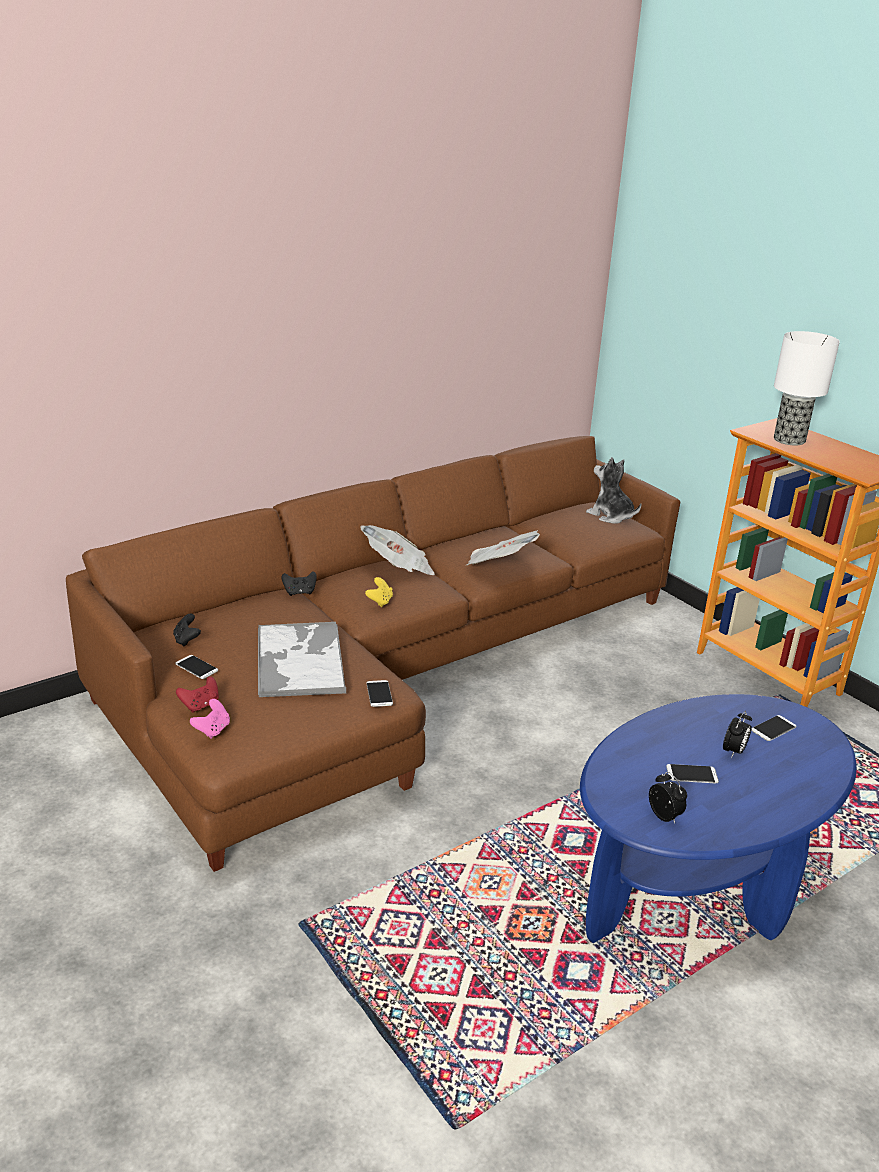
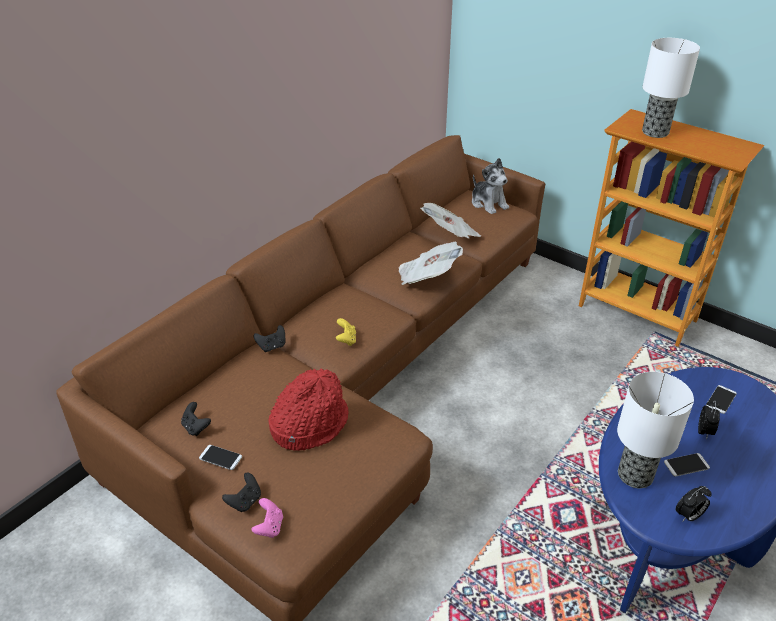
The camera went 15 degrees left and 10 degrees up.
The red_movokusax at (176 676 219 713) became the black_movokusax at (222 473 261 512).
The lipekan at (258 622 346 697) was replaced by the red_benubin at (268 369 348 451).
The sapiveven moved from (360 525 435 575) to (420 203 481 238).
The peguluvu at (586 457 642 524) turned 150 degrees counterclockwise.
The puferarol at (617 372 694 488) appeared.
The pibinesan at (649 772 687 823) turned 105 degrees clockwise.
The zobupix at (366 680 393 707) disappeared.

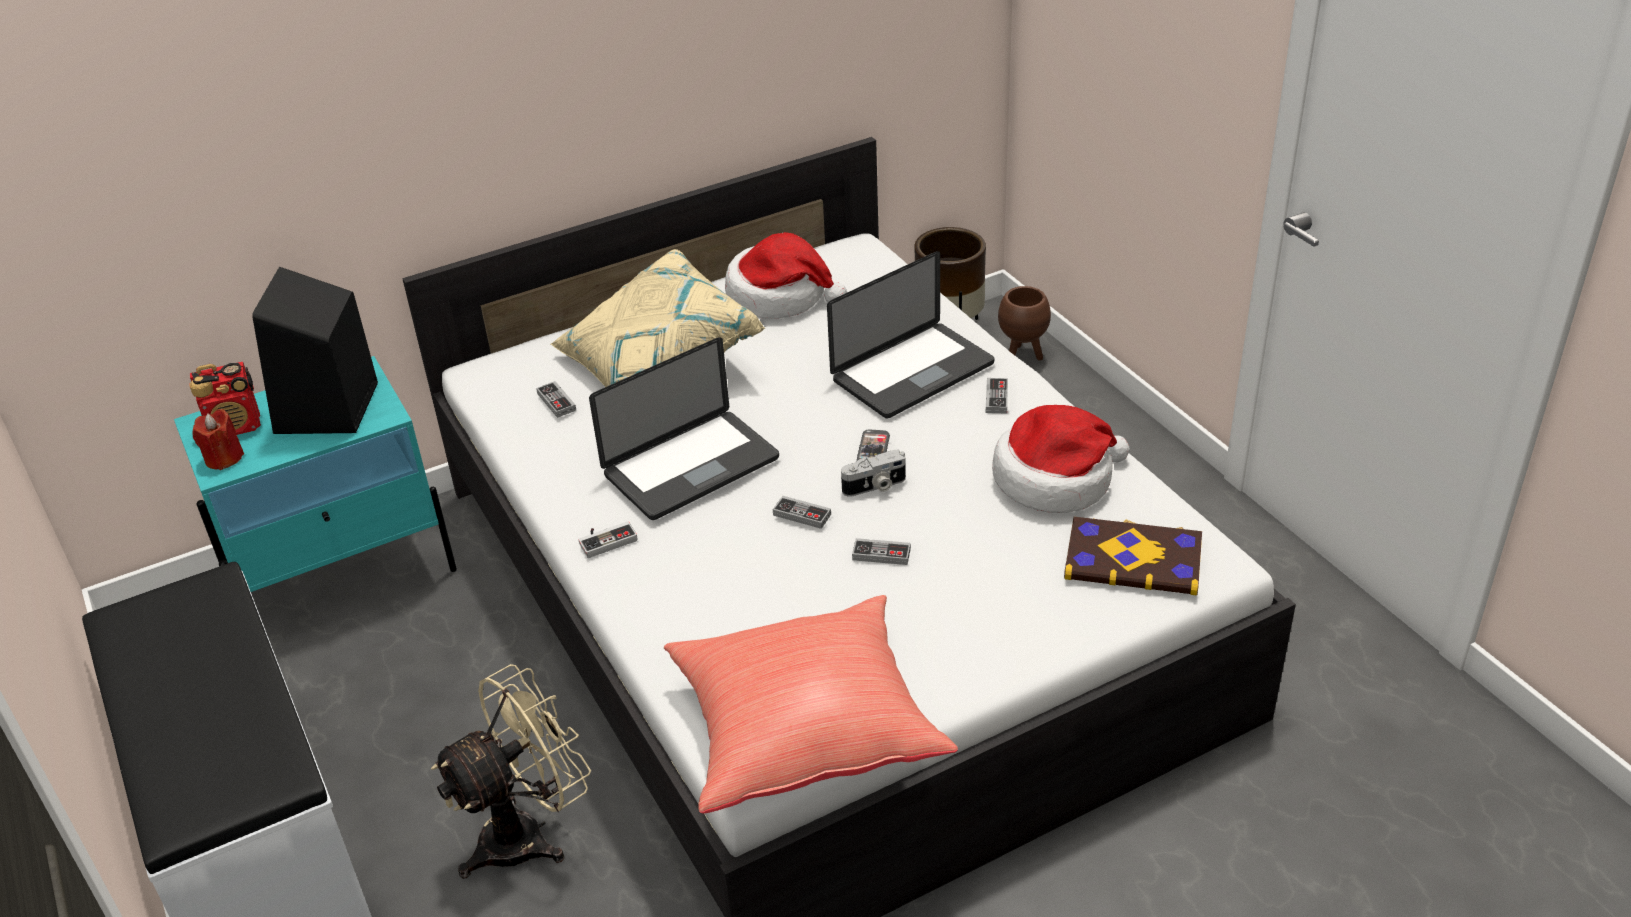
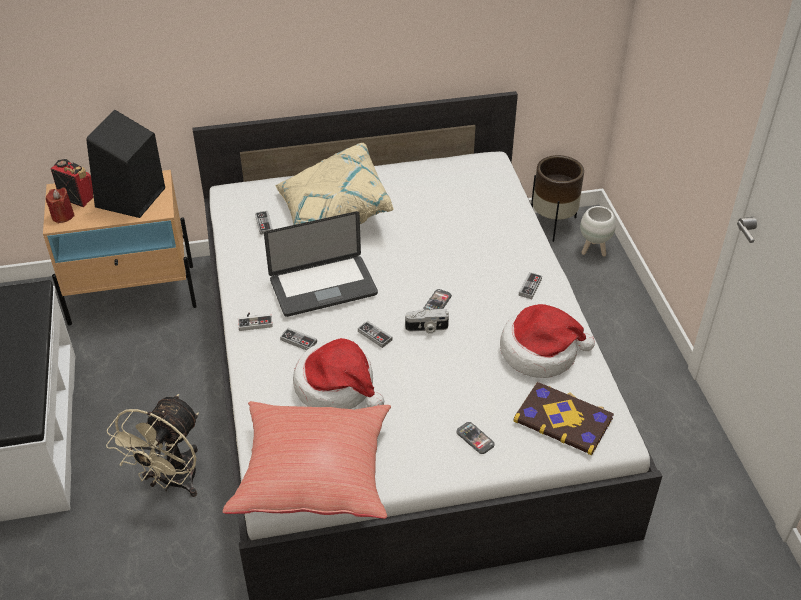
The camera went 15 degrees right and 5 degrees up.
The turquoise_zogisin at (174 356 457 592) became the beige_zogisin at (43 170 197 326).
The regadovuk at (189 362 261 435) turned 150 degrees counterclockwise.
The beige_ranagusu at (431 664 591 879) turned 135 degrees clockwise.
The movokusax moved from (852 538 911 565) to (280 328 317 350).
The benubin moved from (725 232 847 319) to (293 338 384 409).
The zobupix at (456 422 495 454) appeared.
The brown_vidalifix at (998 286 1051 361) became the white_vidalifix at (580 206 616 257).
The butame at (827 251 994 418) disappeared.

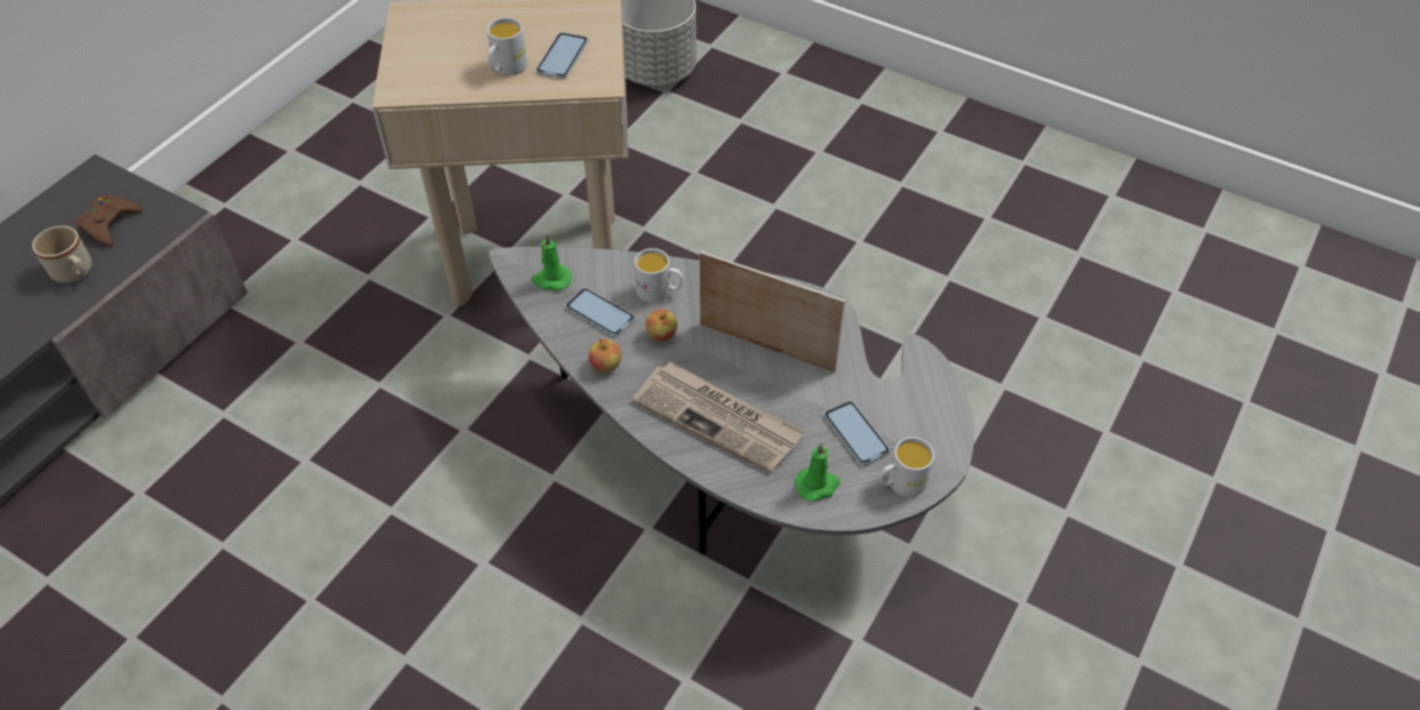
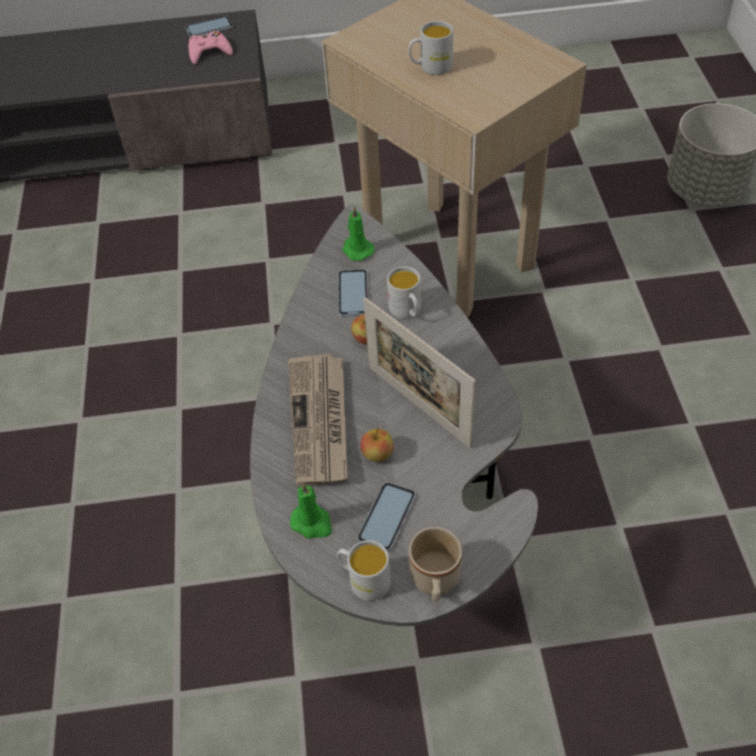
The camera went 55 degrees right and 0 degrees up.
The zobupix moved from (536 33 588 79) to (185 16 233 38).
The brown_movokusax at (76 196 142 246) became the pink_movokusax at (189 31 233 64).
The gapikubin moved from (589 339 622 372) to (360 428 394 462).
The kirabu at (699 251 845 373) turned 150 degrees clockwise.
The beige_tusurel moved from (32 226 92 283) to (409 527 462 602).

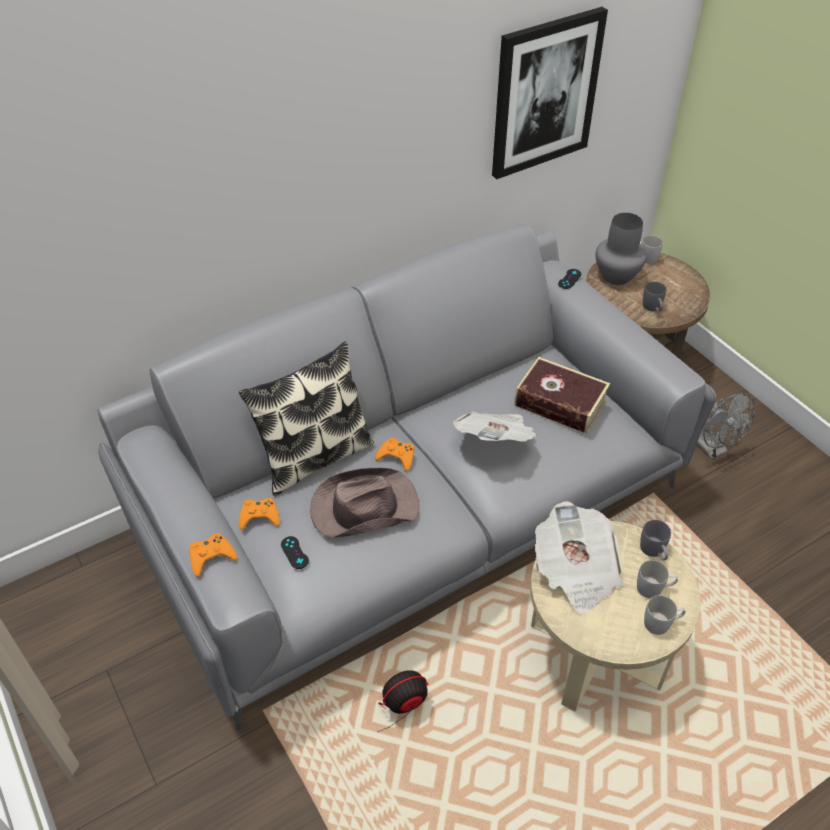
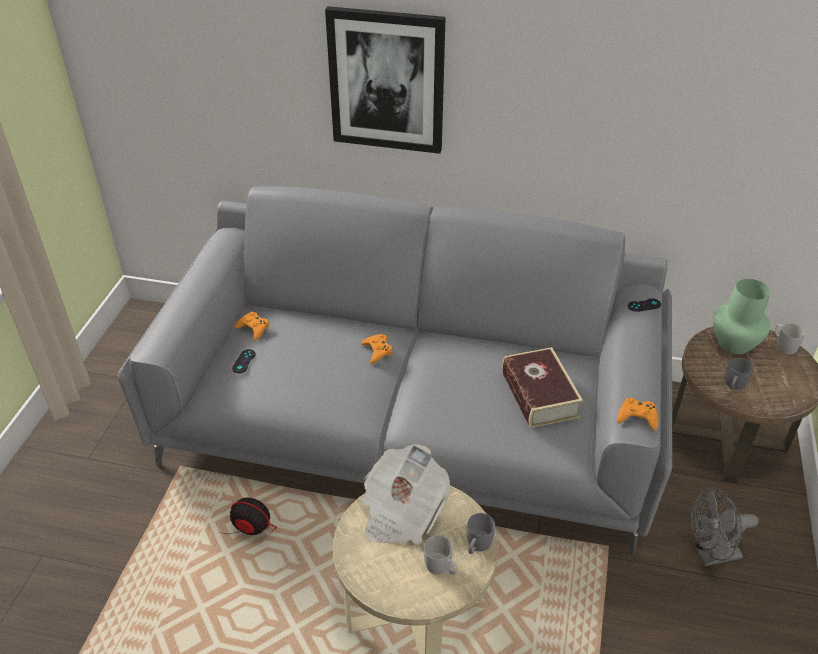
The camera went 45 degrees right and 5 degrees down.
The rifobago moved from (492 7 608 179) to (325 6 446 154).
The orange_movokusax moved from (190 533 237 577) to (617 398 658 431).
The grey_ranagusu at (697 393 755 460) turned 60 degrees clockwise.
The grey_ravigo at (596 213 647 285) became the green_ravigo at (713 279 770 354).
The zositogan at (239 341 374 496) disappeared.
The brown_benubin at (310 468 419 537) disappeared.
The sapiveven at (453 412 537 442) disappeared.
The white_tusurel at (644 595 685 635) disappeared.

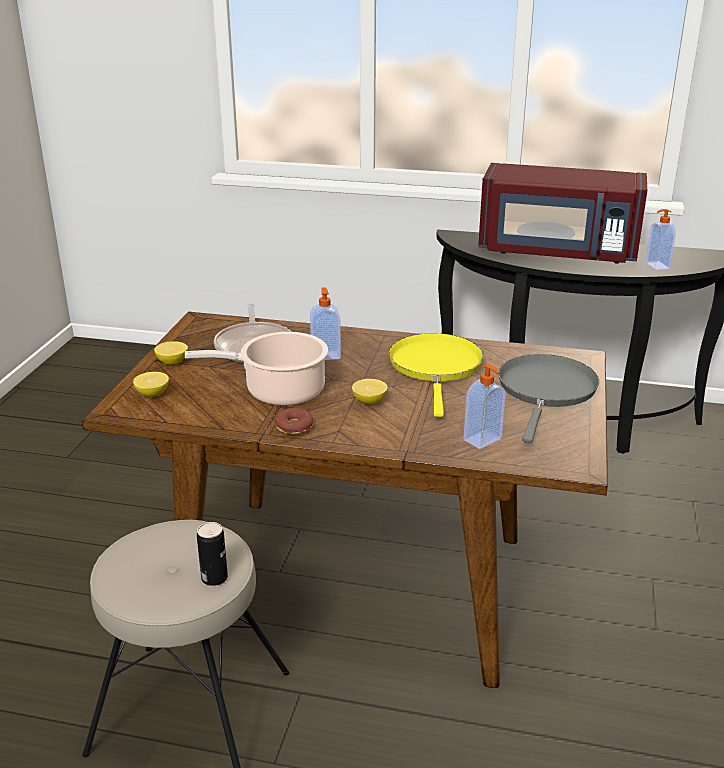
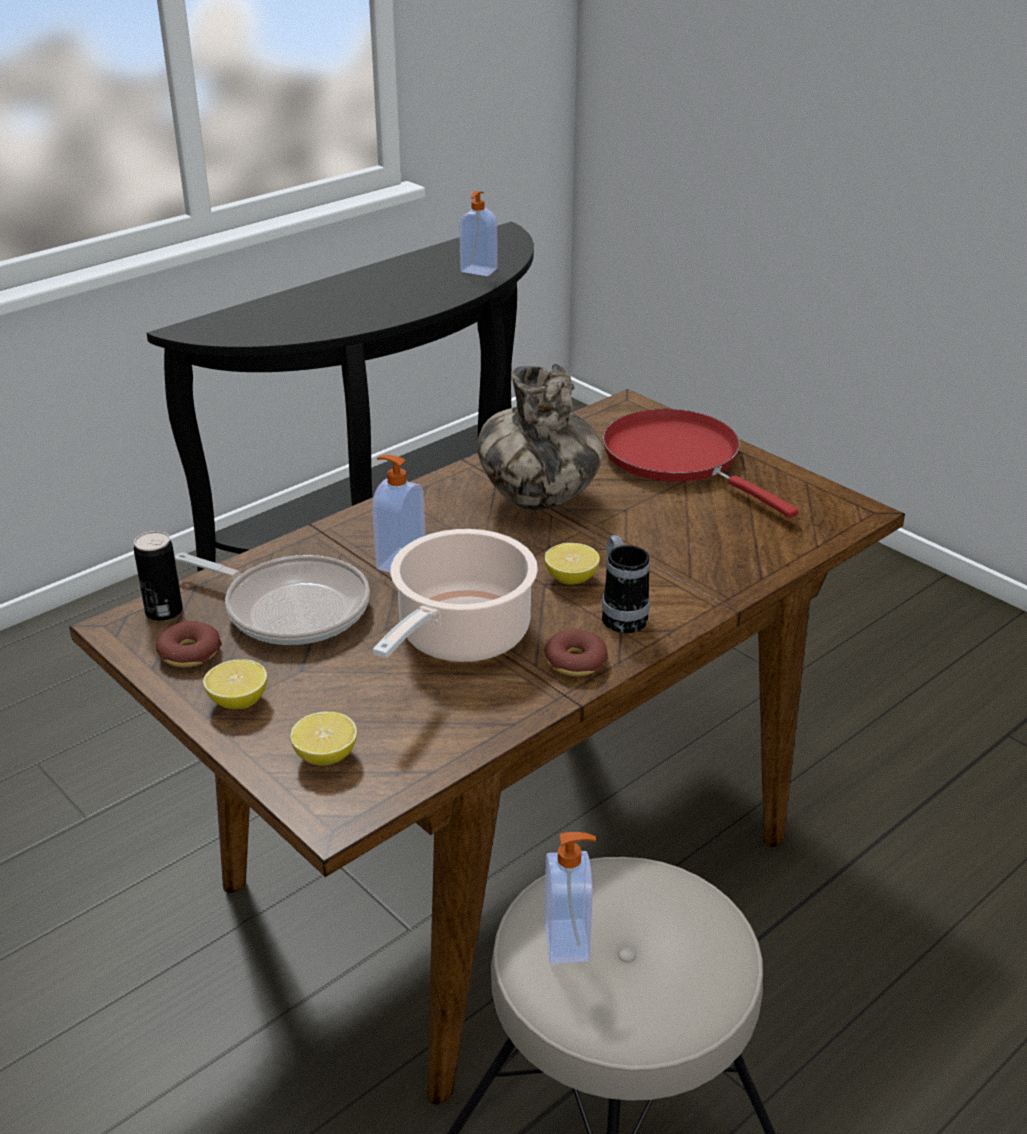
The camera went 55 degrees left and 5 degrees up.
The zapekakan moved from (197 522 228 586) to (134 531 183 621).
The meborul at (156 621 222 668) appeared.
The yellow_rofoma at (389 333 484 417) was replaced by the ravigo at (477 364 603 510).
The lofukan moved from (463 364 506 449) to (545 832 596 964).
The tusurel at (602 535 650 633) appeared.
The grey_rofoma at (499 354 599 443) became the red_rofoma at (603 409 798 518).
The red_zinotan at (478 163 647 264) disappeared.

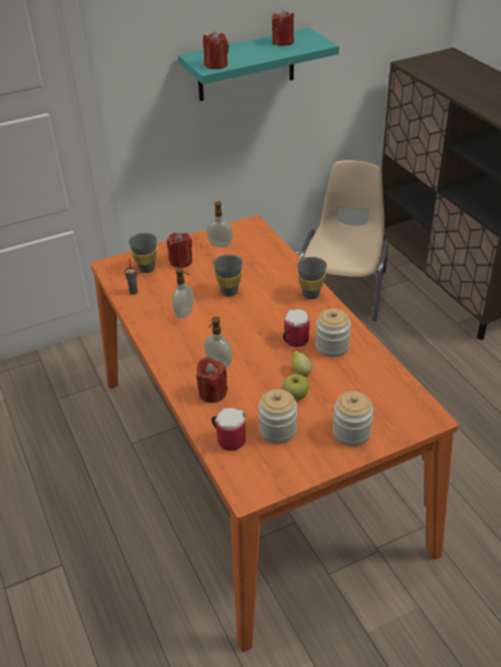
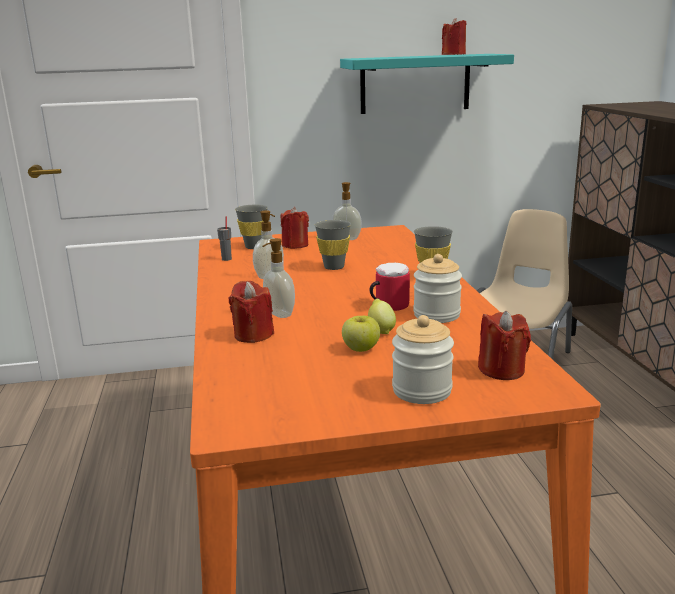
The camera went 15 degrees right and 20 degrees down.
The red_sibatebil moved from (203 31 229 69) to (478 311 531 380).
The tusurel at (212 408 246 451) disappeared.
The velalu at (258 389 297 443) disappeared.

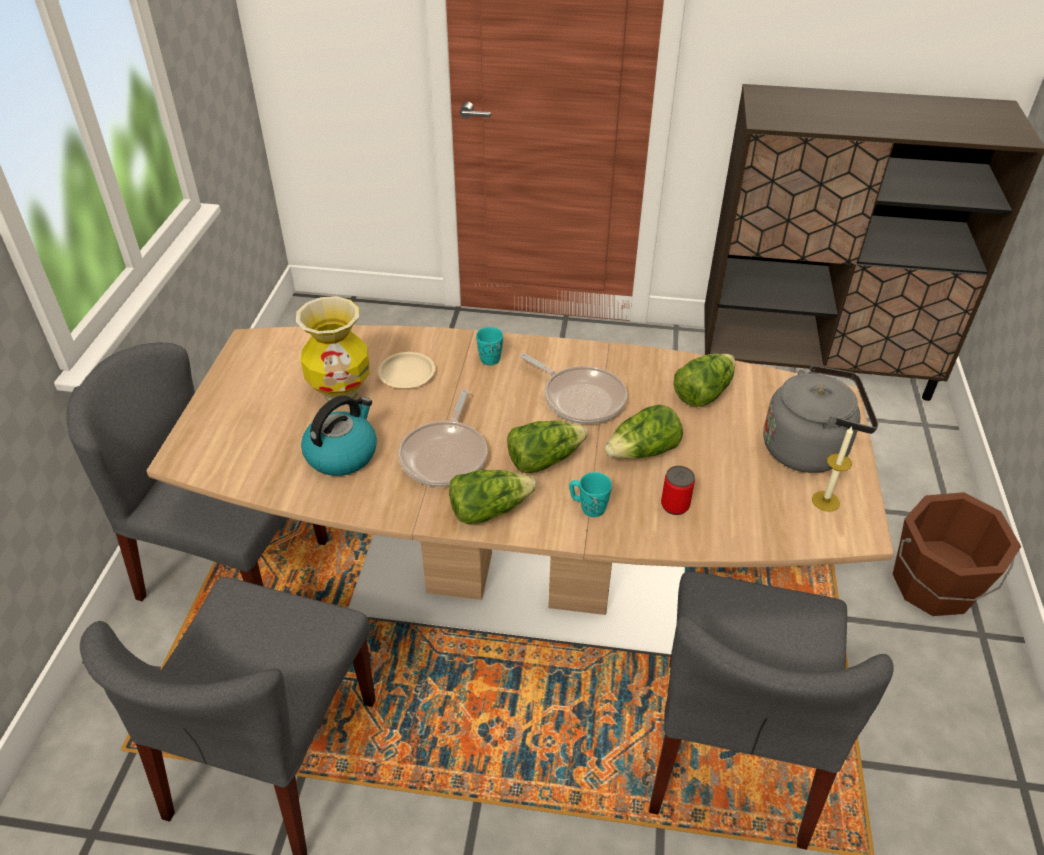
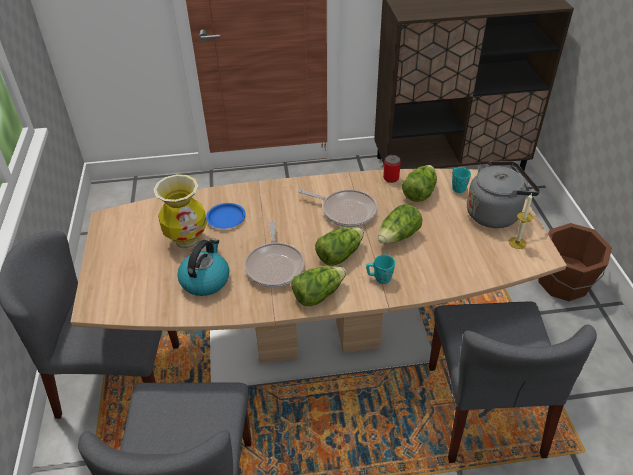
The camera went 15 degrees left and 0 degrees up.
The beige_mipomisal at (378 352 435 388) became the blue_mipomisal at (206 203 246 229).
The zapekakan moved from (661 466 695 515) to (383 155 401 183).
The turquoise_tusurel moved from (476 327 503 366) to (452 167 471 193).

